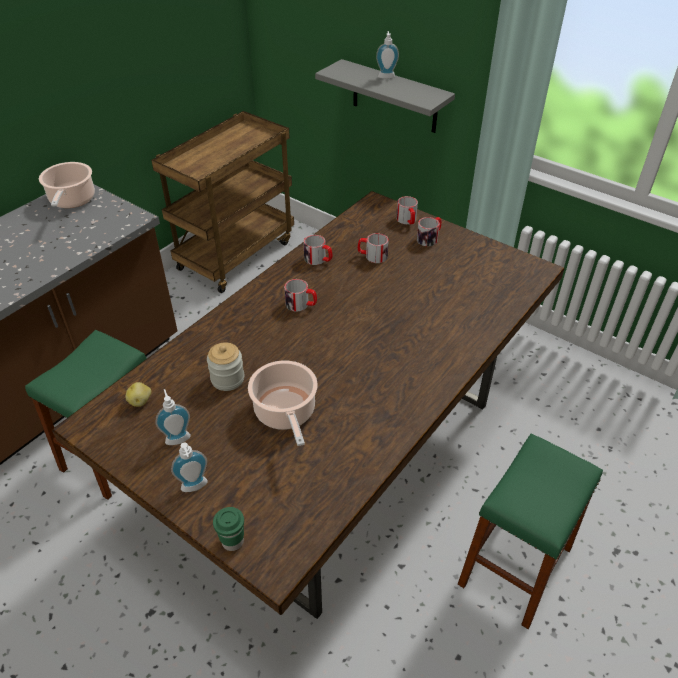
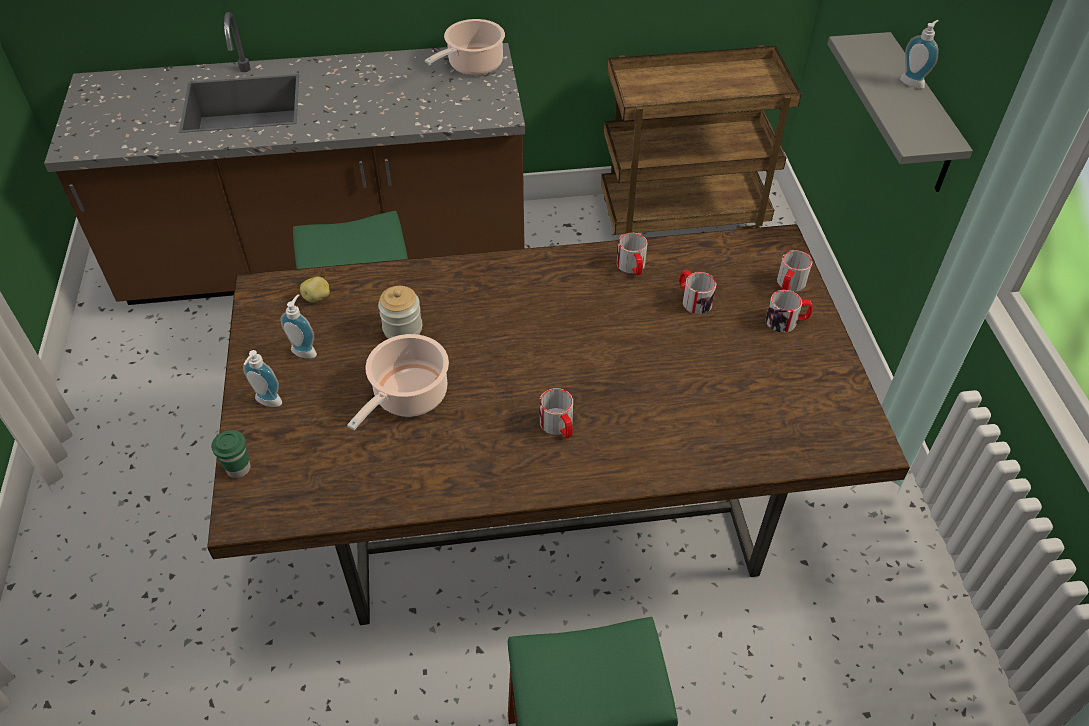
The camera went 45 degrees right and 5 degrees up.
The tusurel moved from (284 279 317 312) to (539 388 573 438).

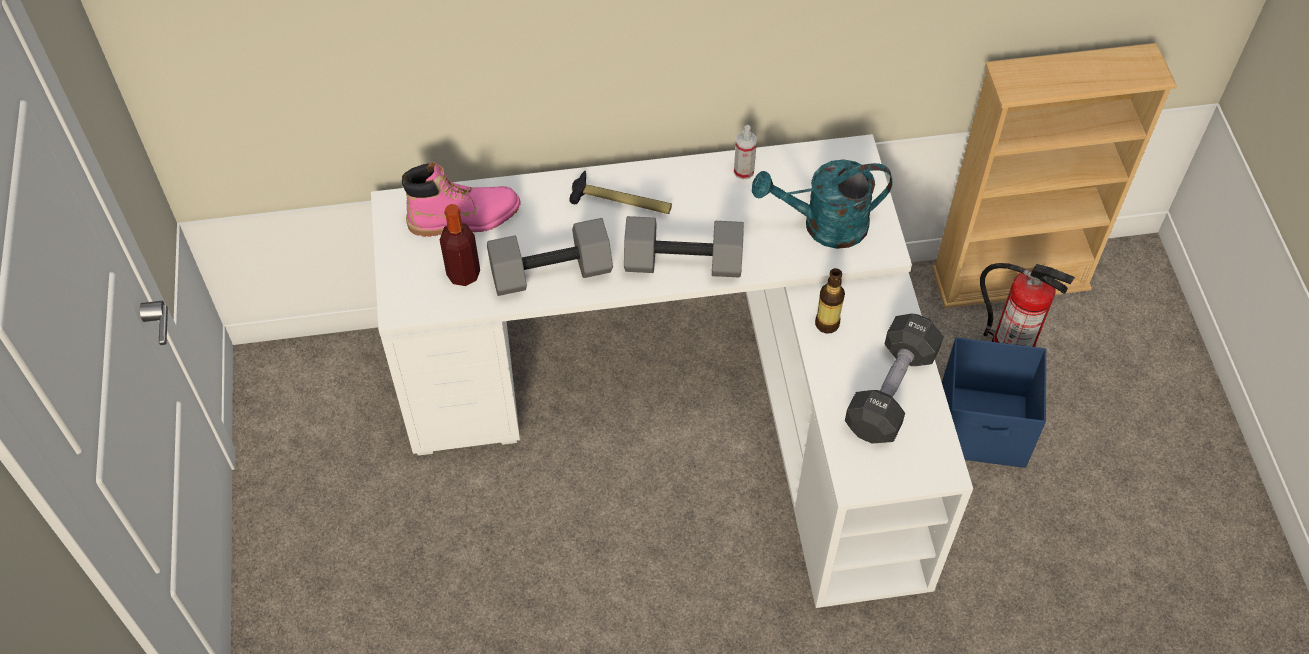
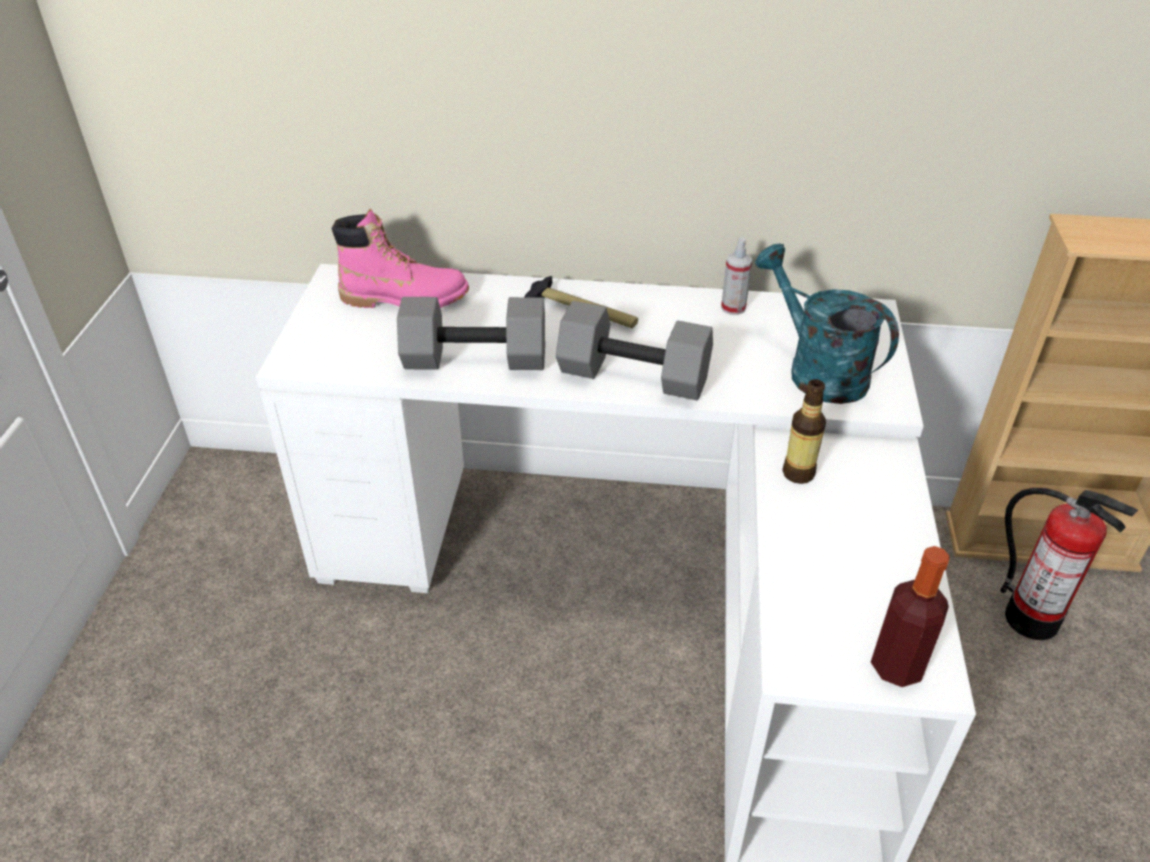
The camera went 15 degrees right and 15 degrees down.
The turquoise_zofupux at (752 159 893 249) turned 45 degrees clockwise.
The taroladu moved from (440 204 480 286) to (871 546 950 687).
The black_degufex at (845 314 943 444) disappeared.
The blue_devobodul at (942 337 1046 468) disappeared.

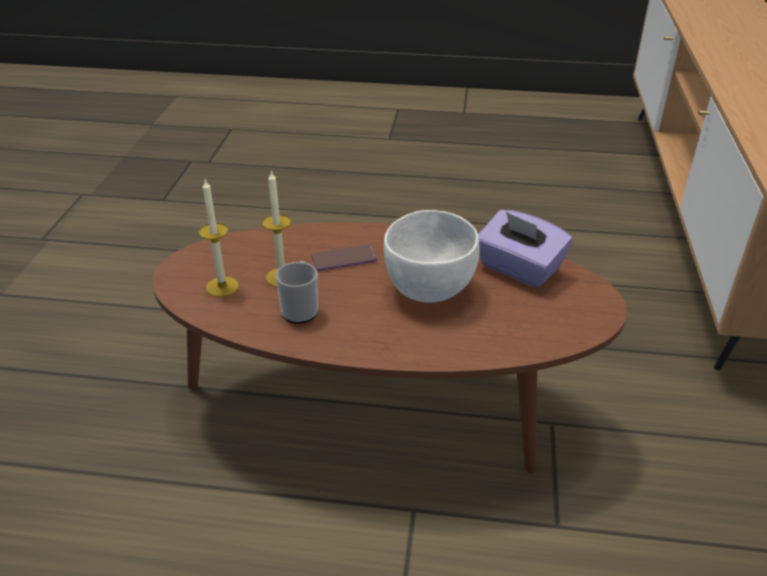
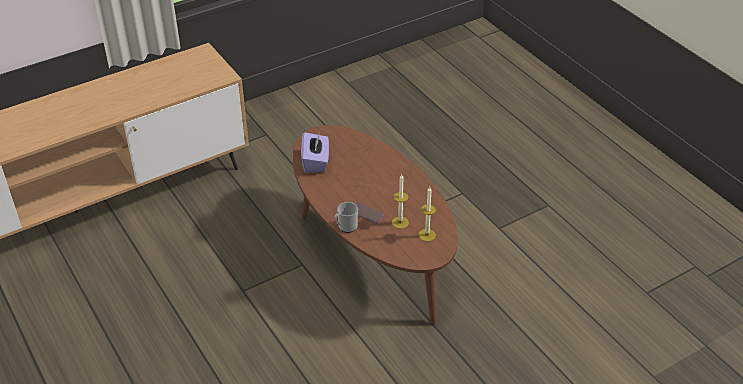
The camera went 130 degrees left and 5 degrees up.
The tusurel moved from (275 261 318 324) to (334 202 358 233).
The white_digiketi at (384 210 479 303) disappeared.

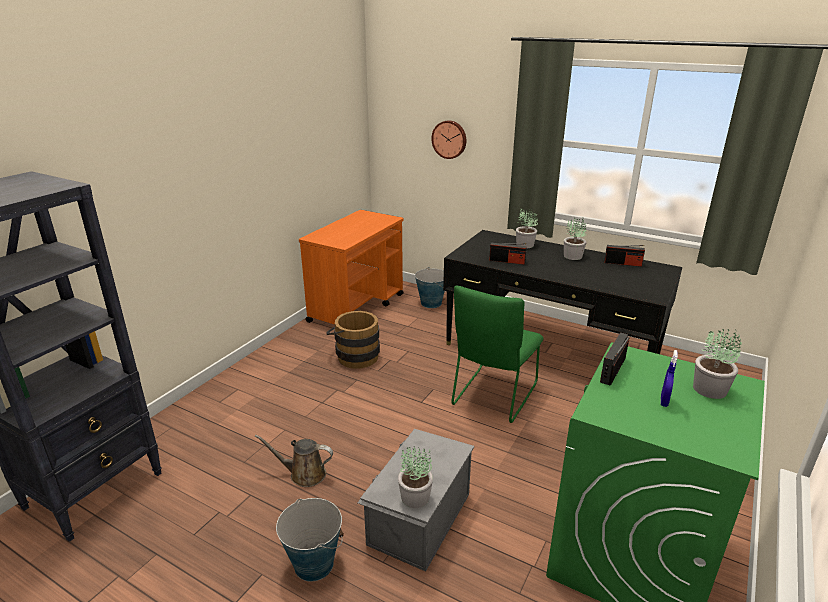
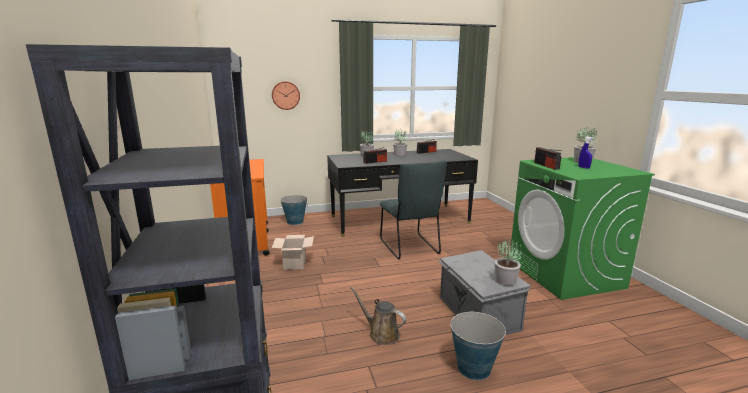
The camera went 45 degrees left and 10 degrees down.
The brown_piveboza at (326 311 380 369) was replaced by the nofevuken at (272 235 314 270).
The brown_zofupux at (254 434 333 487) turned 75 degrees clockwise.
The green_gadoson at (451 286 544 423) became the grey_gadoson at (380 161 447 259).

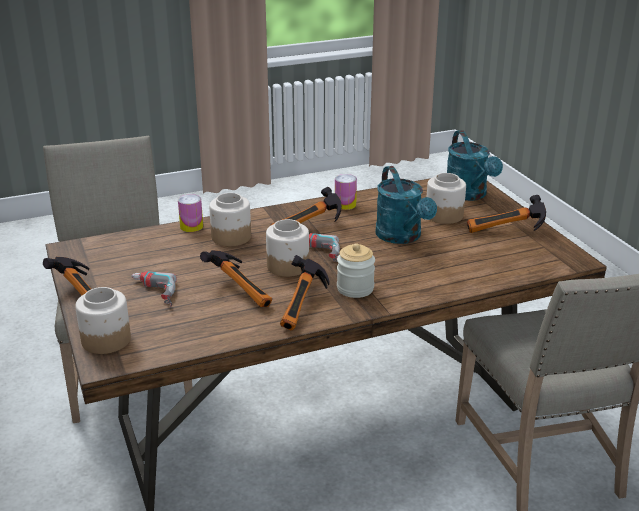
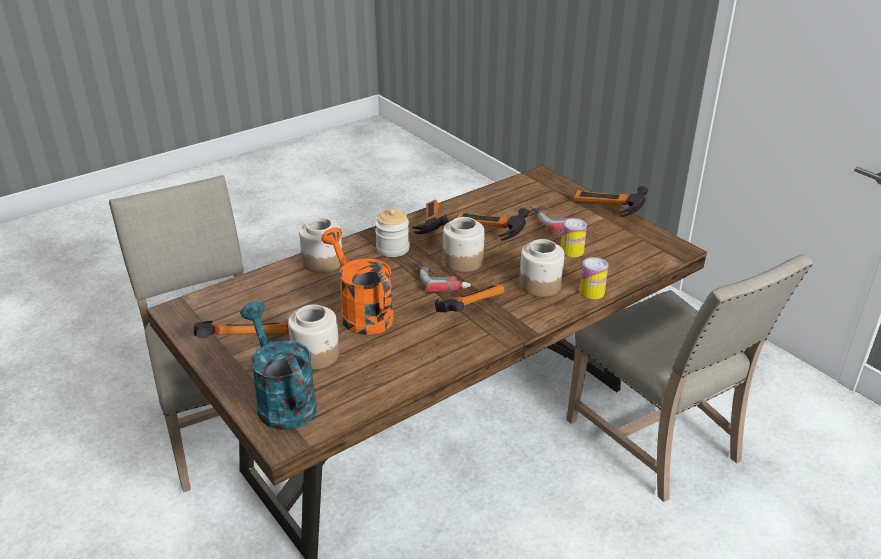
The camera went 165 degrees right and 5 degrees up.
The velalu moved from (75 287 131 354) to (299 218 342 273).
The turquoise_zofupux at (376 166 437 244) became the orange_zofupux at (321 227 394 335).
The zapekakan moved from (335 174 357 210) to (561 218 587 257).

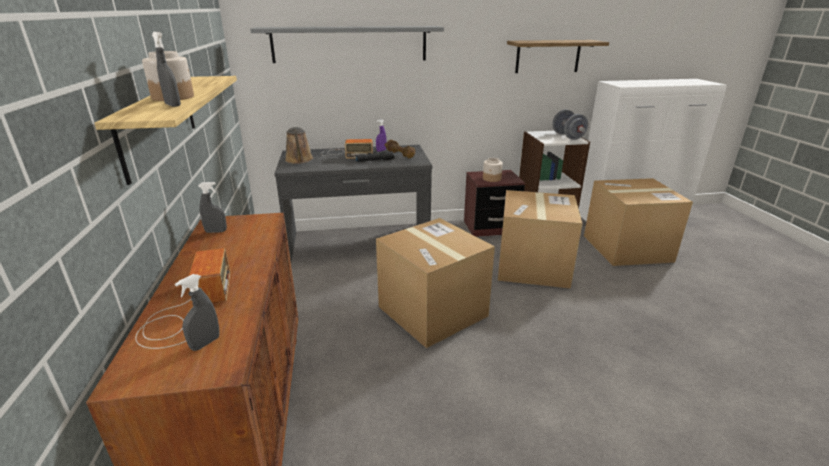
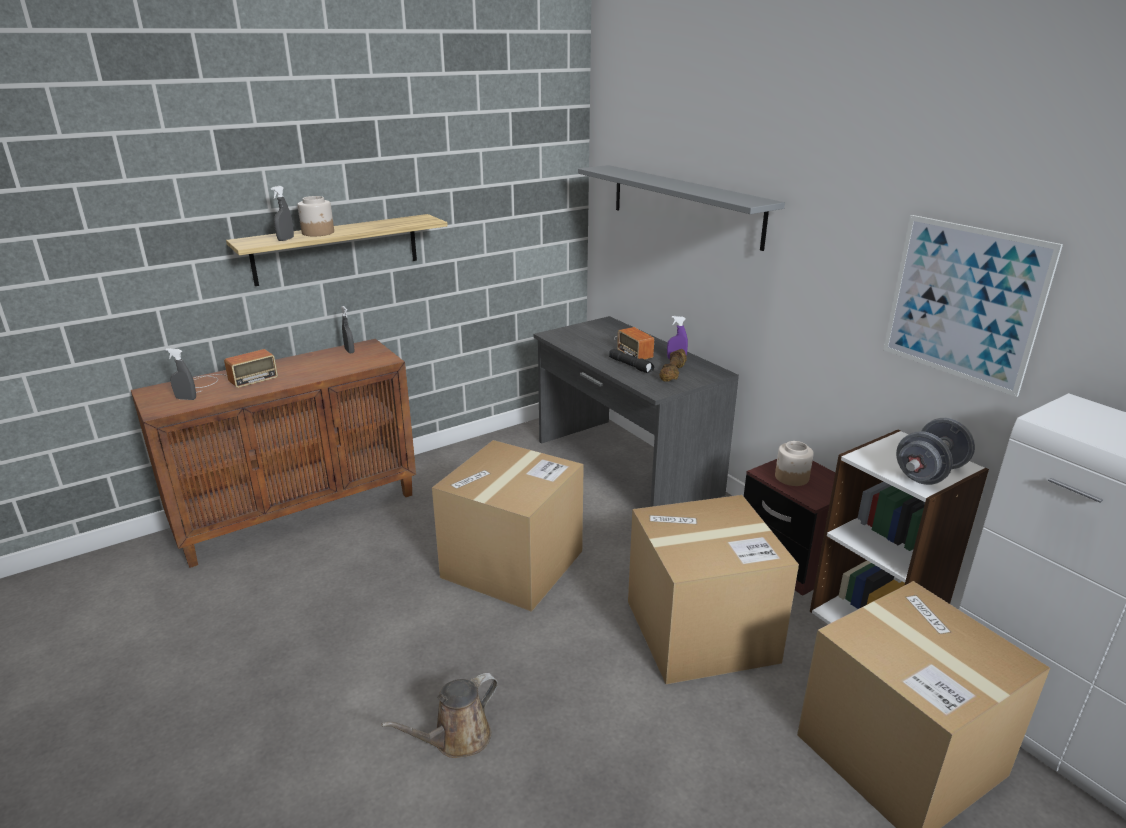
The camera went 65 degrees right and 0 degrees up.
The brown_zofupux moved from (285 127 313 164) to (381 673 498 758).
The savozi at (507 40 609 73) was replaced by the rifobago at (883 215 1063 397).

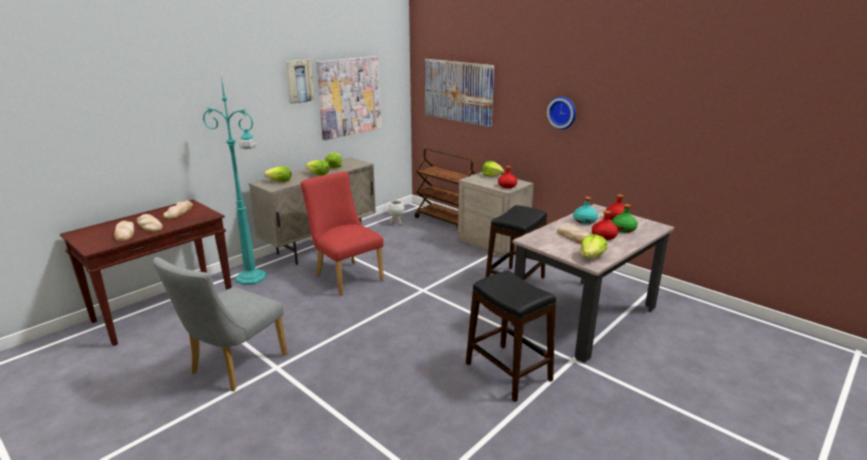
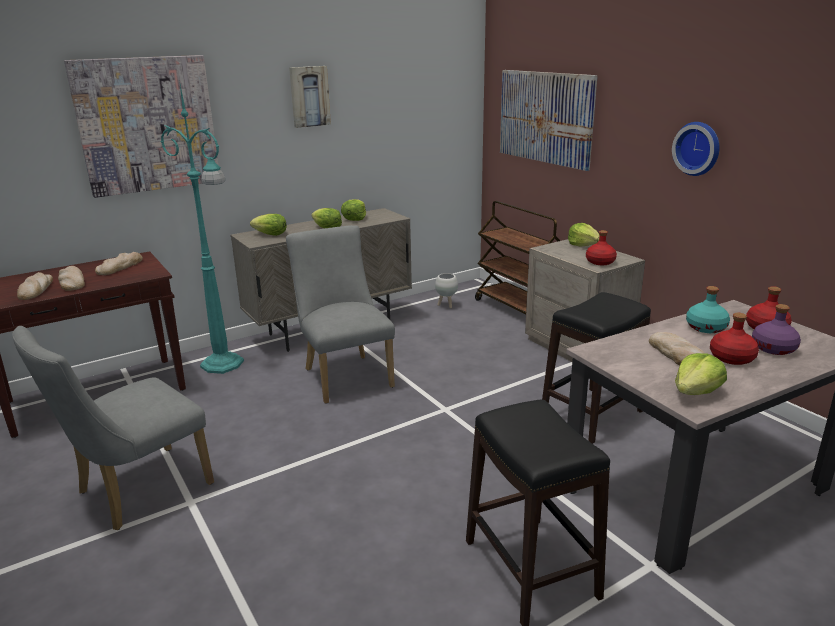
The camera went 15 degrees right and 0 degrees up.
The rifobago moved from (316 56 381 140) to (64 55 219 198).
The red_gadoson at (301 172 384 296) became the grey_gadoson at (286 225 395 404).
The green_taroladu at (612 204 638 233) became the purple_taroladu at (752 304 801 355).

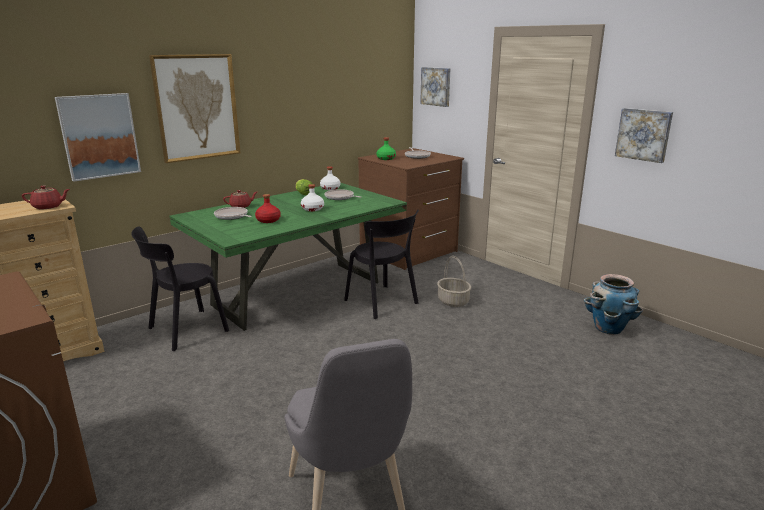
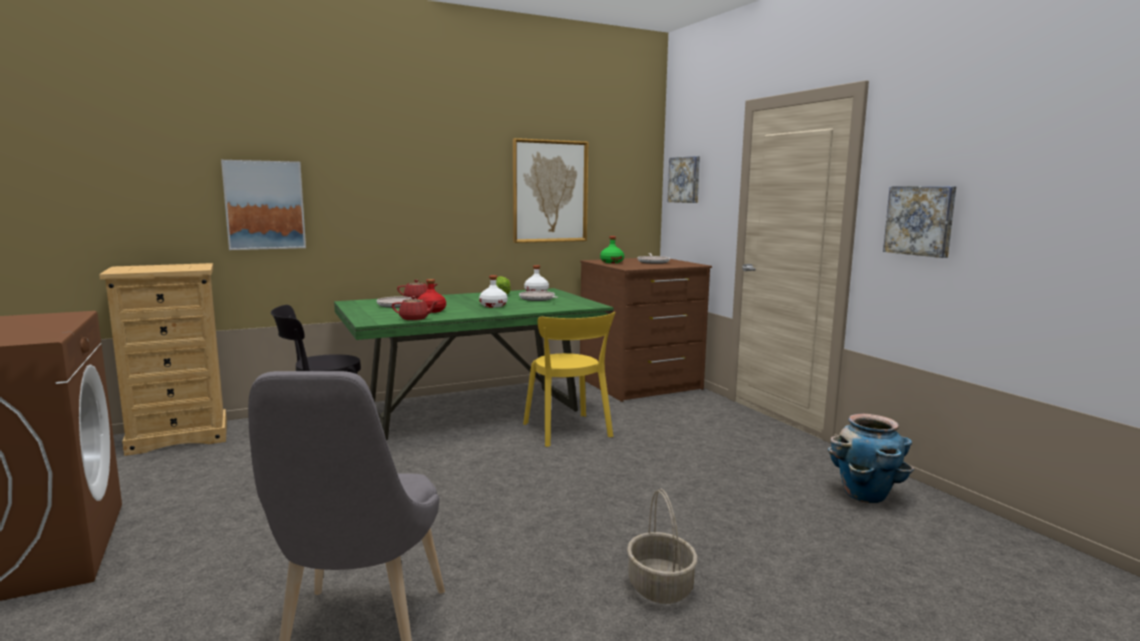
The camera went 15 degrees right and 10 degrees down.
The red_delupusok moved from (22 185 70 209) to (392 296 439 321).
The rifobago moved from (149 54 240 163) to (513 138 588 243).
The black_gadoson at (344 210 419 319) became the yellow_gadoson at (523 312 615 447).
The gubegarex moved from (437 256 471 307) to (627 489 698 604).

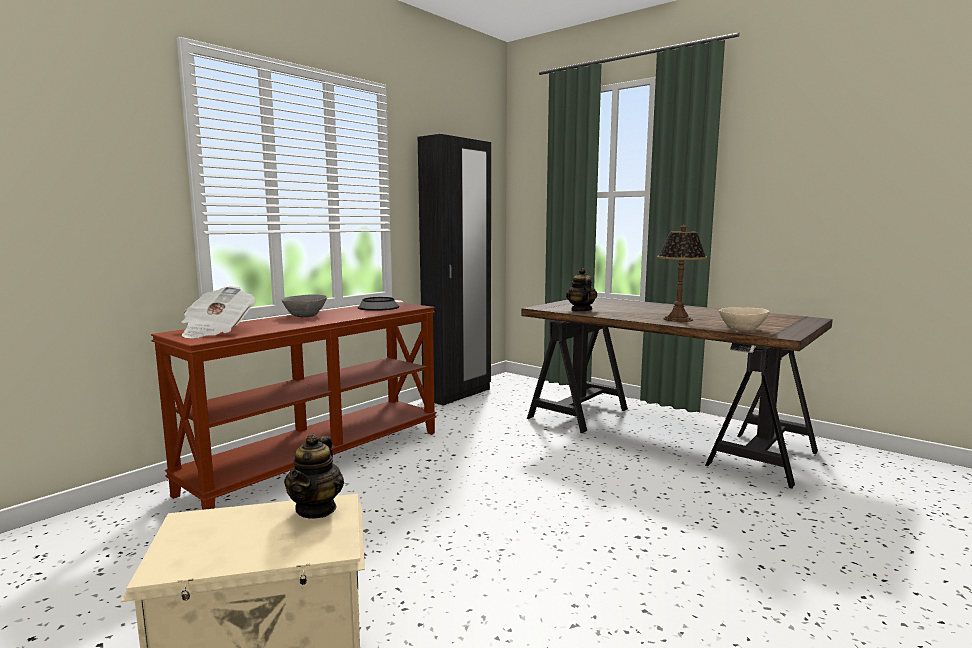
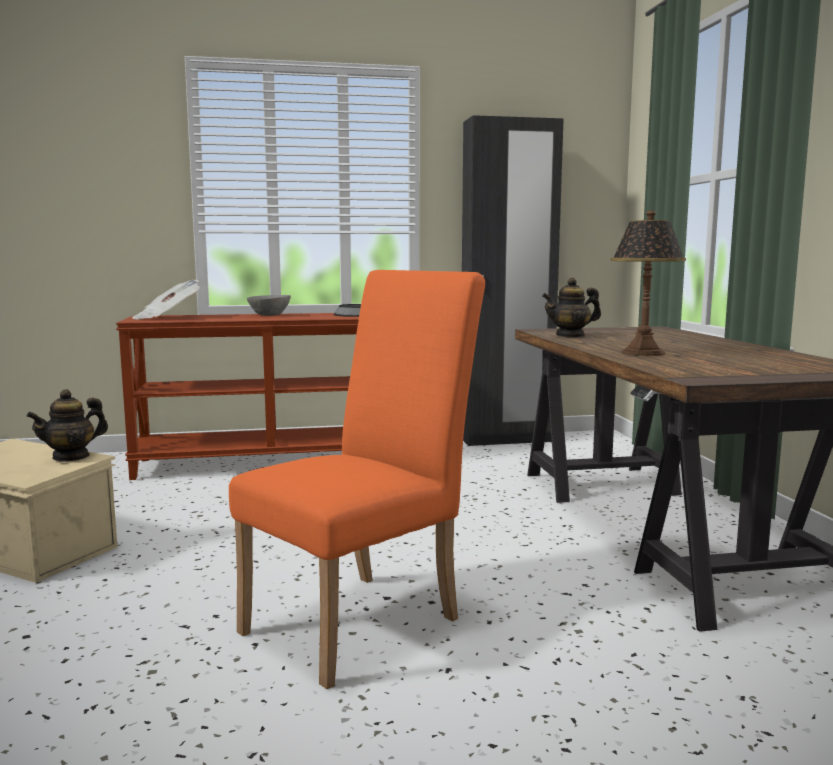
The camera went 40 degrees right and 0 degrees up.
The orange_gadoson at (229 270 485 689) appeared.
The delupusok at (566 268 597 312) turned 135 degrees counterclockwise.
The beige_digiketi at (719 307 769 331) disappeared.

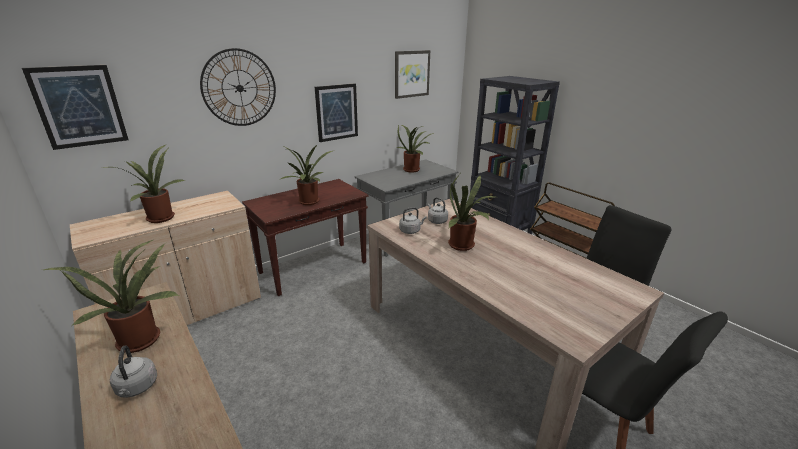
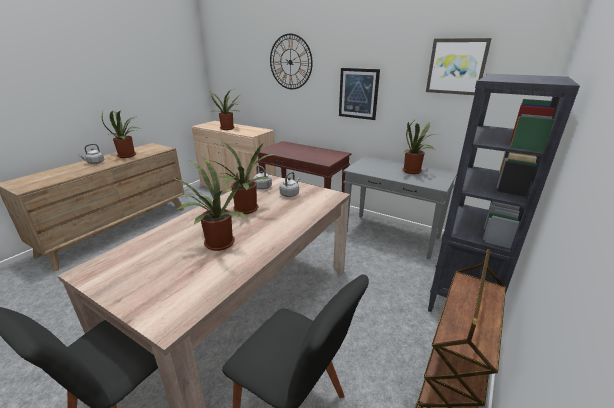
The camera went 70 degrees right and 0 degrees up.
The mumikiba moved from (281 144 333 205) to (171 157 246 251).
The rifobago at (22 65 129 150) disappeared.

